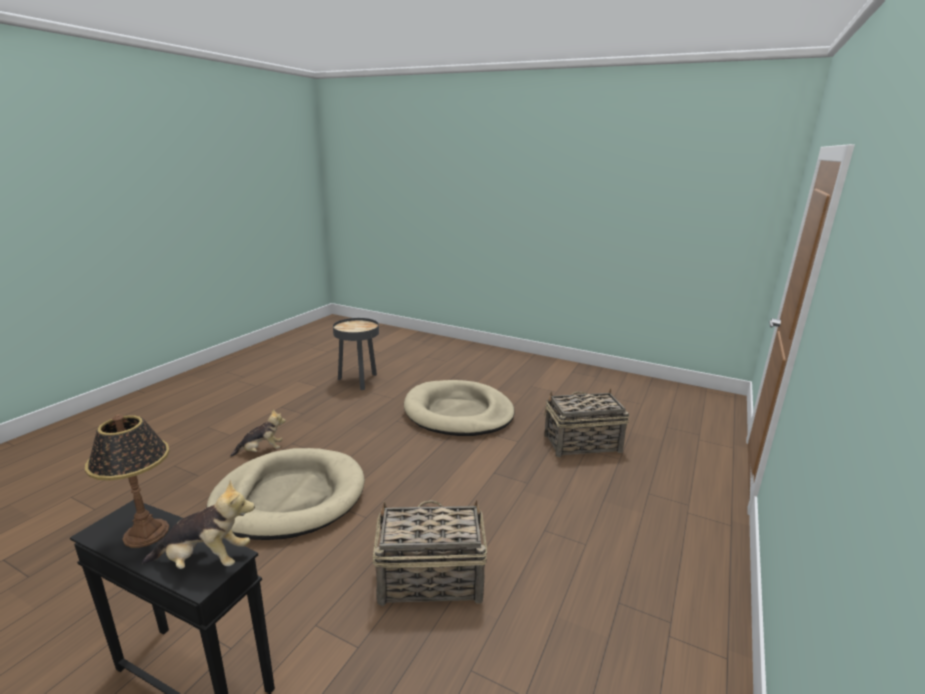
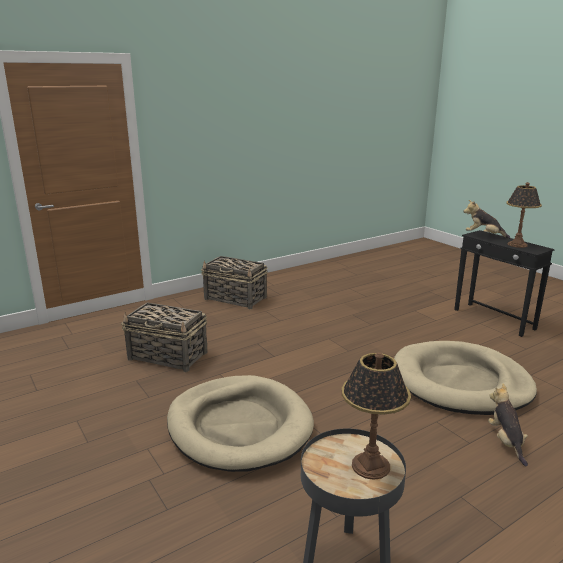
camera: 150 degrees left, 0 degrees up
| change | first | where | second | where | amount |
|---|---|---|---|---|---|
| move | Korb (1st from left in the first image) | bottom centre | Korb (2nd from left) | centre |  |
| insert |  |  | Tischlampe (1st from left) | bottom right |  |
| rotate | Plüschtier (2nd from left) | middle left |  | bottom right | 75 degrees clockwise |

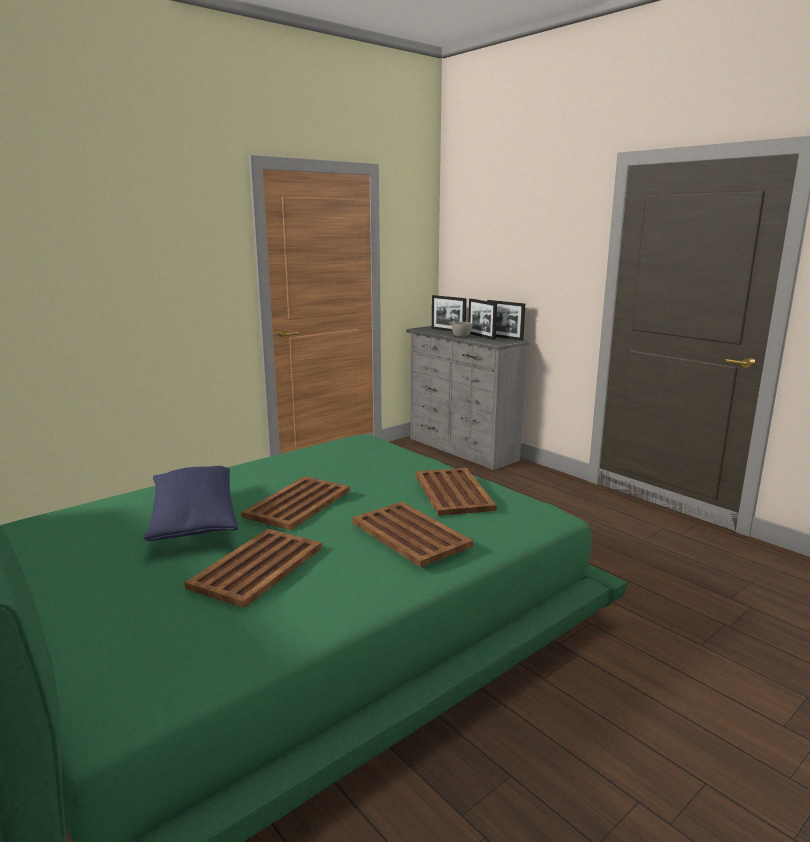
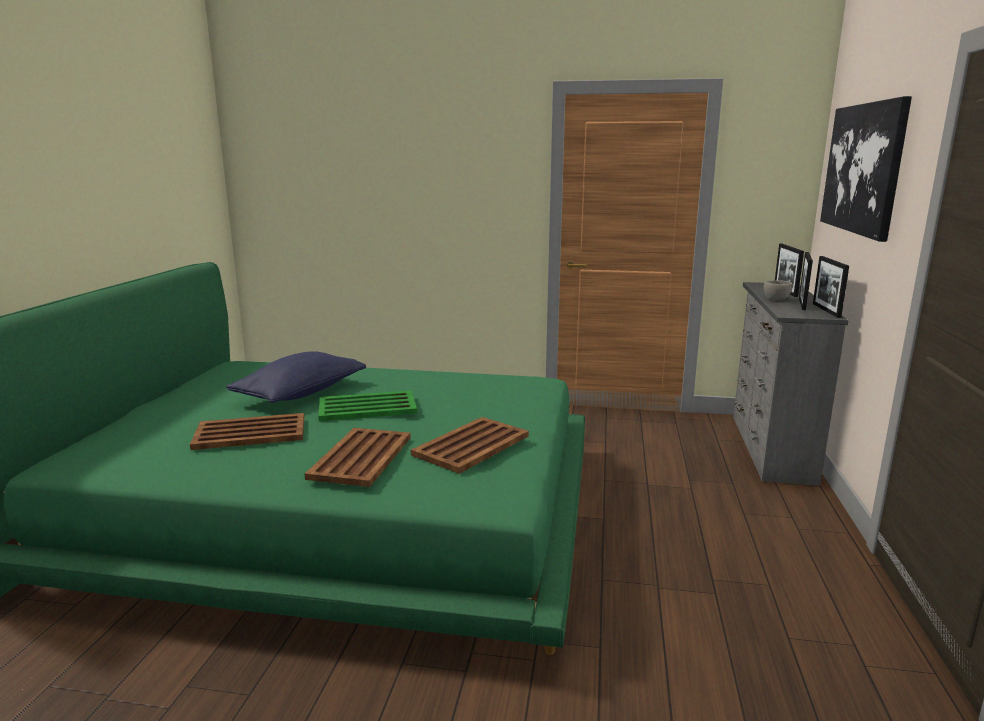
camera: 50 degrees right, 0 degrees up
| change | first | where | second | where | amount |
|---|---|---|---|---|---|
| recolor | Tablett (braun) (2nd from left) | centre | Tablett (grün) | centre |  |
| insert |  |  | Bild | top right |  |

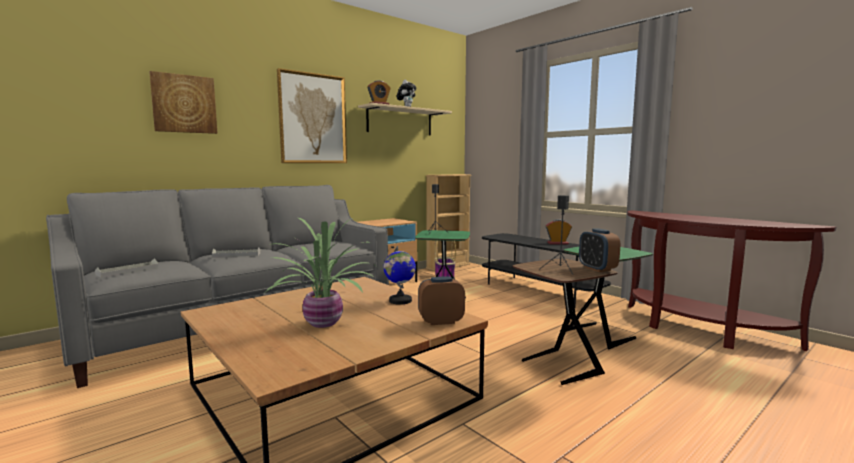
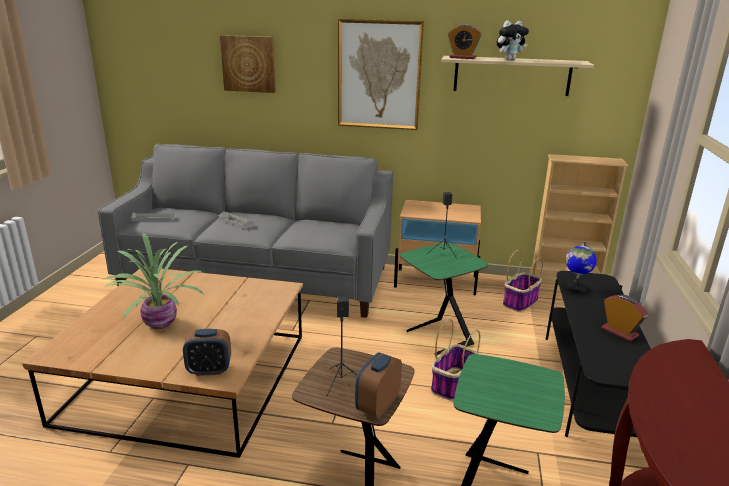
camera: 50 degrees right, 15 degrees up
| change | first | where | second | where | amount |
|---|---|---|---|---|---|
| rotate | Wecker (2nd from left in the first image) | centre | Wecker (1st from left) | bottom left | 135 degrees clockwise |
| insert |  |  | Korb (1st from left) | bottom centre |  |
| move | Globus | centre |  | middle right |  |

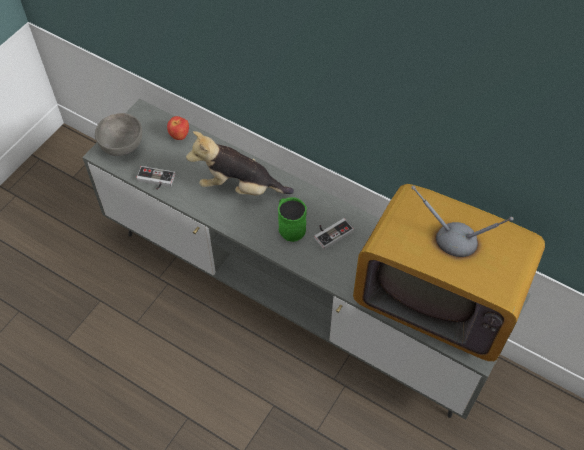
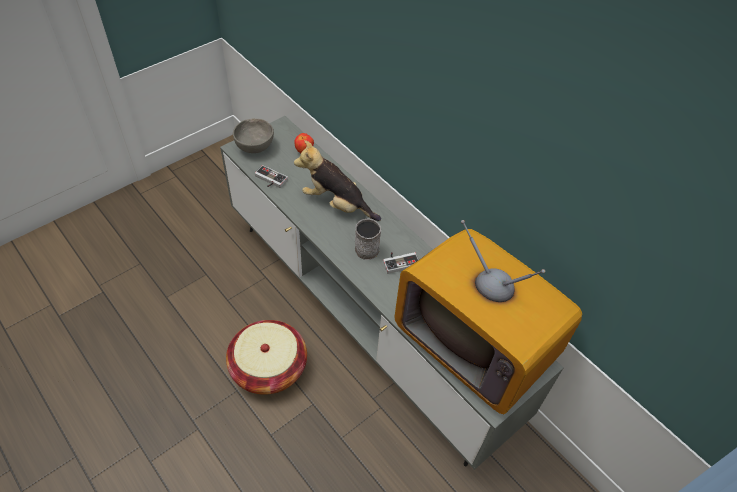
camera: 15 degrees right, 5 degrees down
| change | first | where | second | where | amount |
|---|---|---|---|---|---|
| insert |  |  | Korb | bottom centre |  |
| recolor | Henkelbecher (grün) | centre | Henkelbecher (grau) | centre |  |

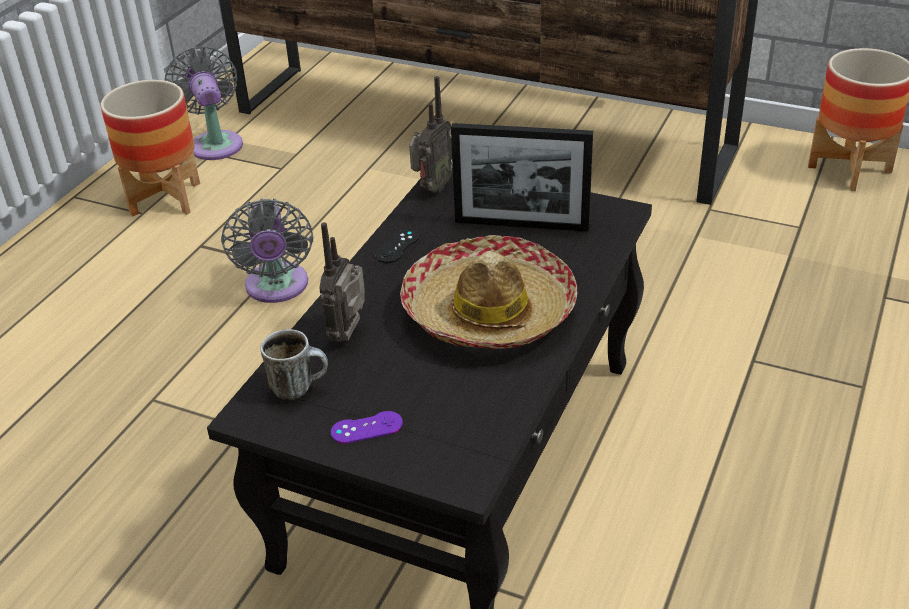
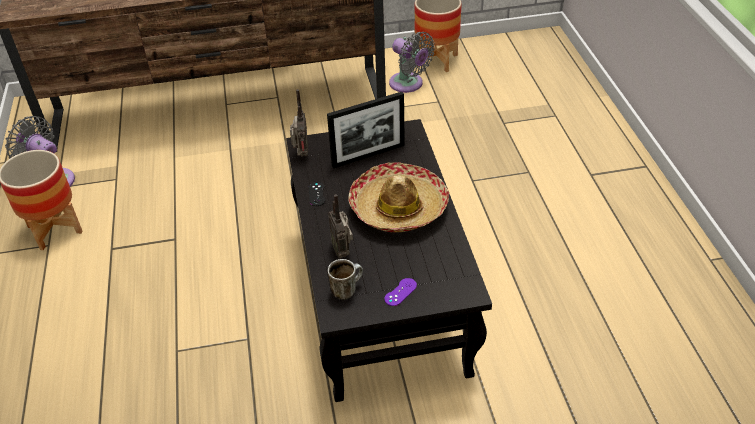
camera: 35 degrees left, 5 degrees up
| change | first | where | second | where | amount |
|---|---|---|---|---|---|
| move | Ventilator (grau) (2nd from left) | middle left |  | top centre |  |

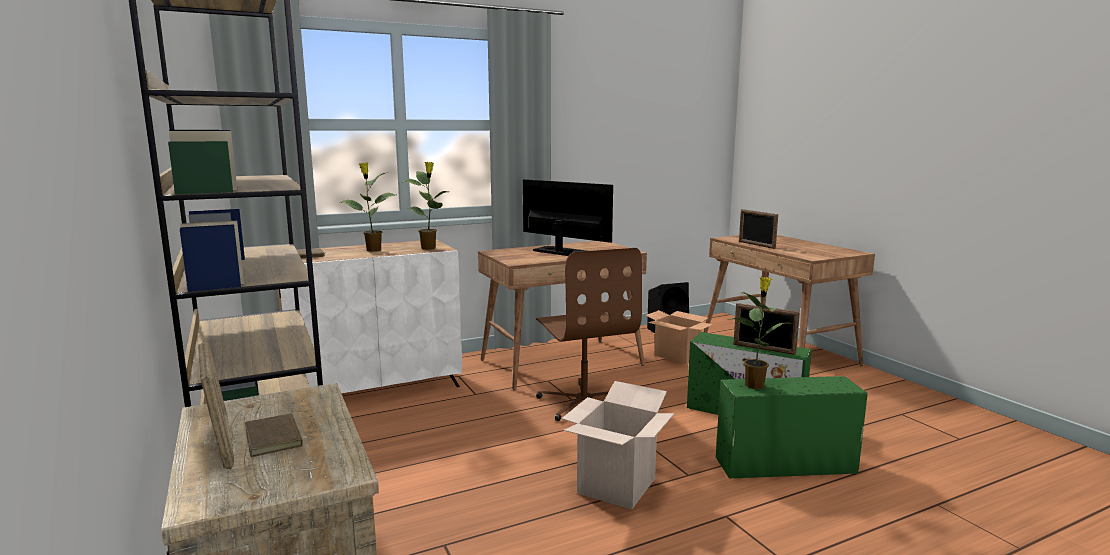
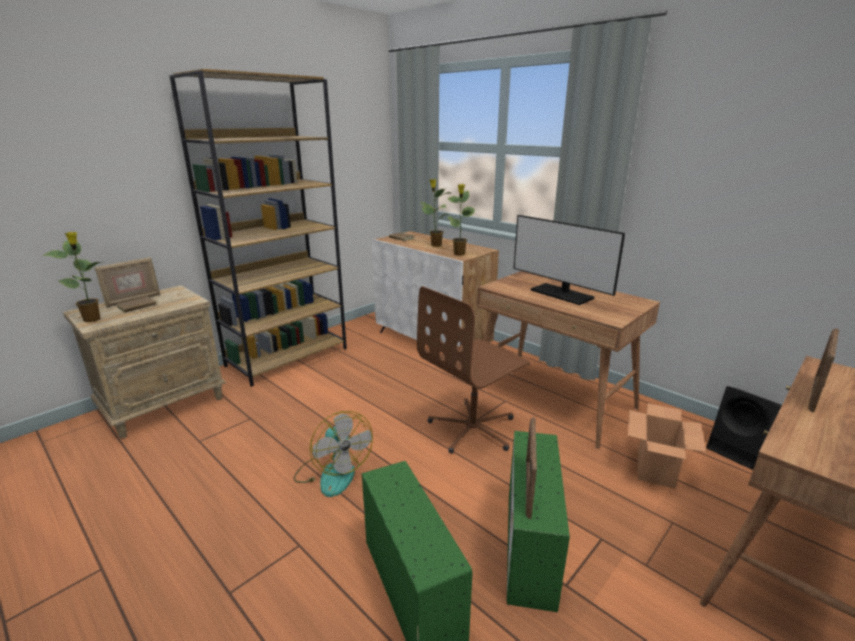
camera: 70 degrees right, 10 degrees up
| change | first | where | second | where | amount |
|---|---|---|---|---|---|
| move | Topfpflanze (3rd from left in the first image) | middle right | Topfpflanze (1st from left) | middle left |  |
| replace | Karton (1st from left) | bottom centre | Ventilator | bottom centre |  |
| rotate | Monitor | centre |  | centre | 120 degrees clockwise |

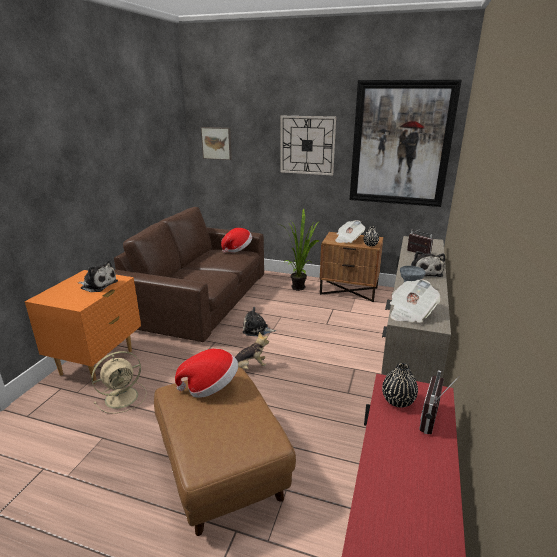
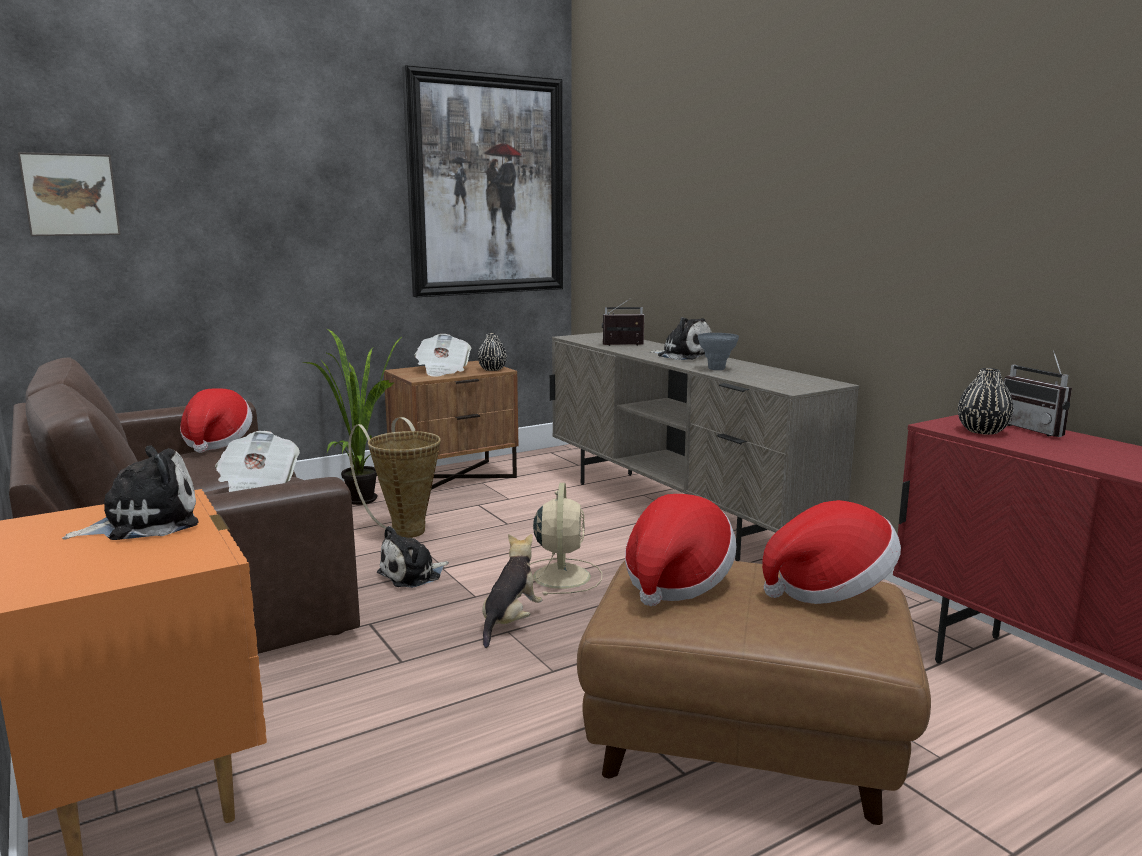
camera: 50 degrees left, 10 degrees down
| change | first | where | second | where | amount |
|---|---|---|---|---|---|
| move | Zeitung (2nd from left in the first image) | middle right | Zeitung (1st from left) | middle left |  |
| insert |  |  | Korb | centre |  |
| move | Ventilator (beige) | bottom left |  | centre |  |
| insert |  |  | Hut (3rd from left) | middle right |  |
| delete | Wanduhr | top centre |  |  |  |

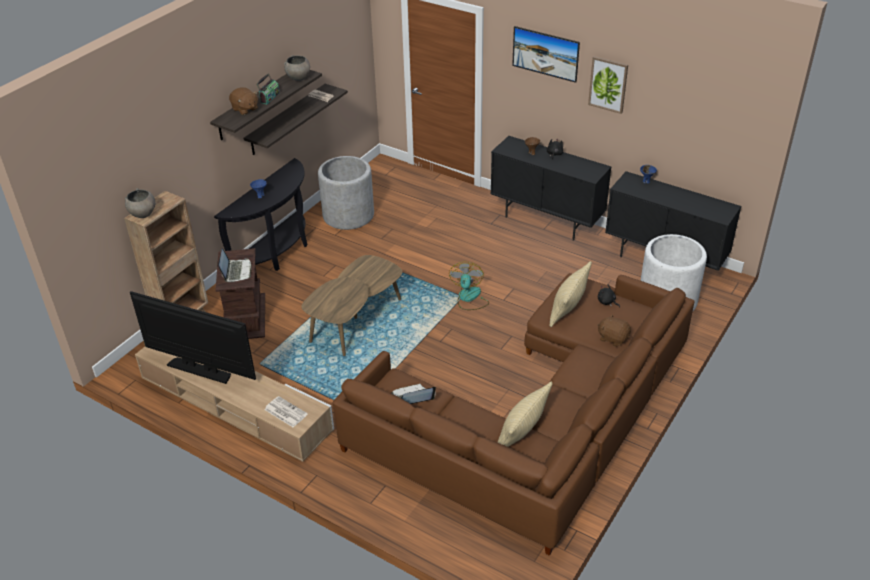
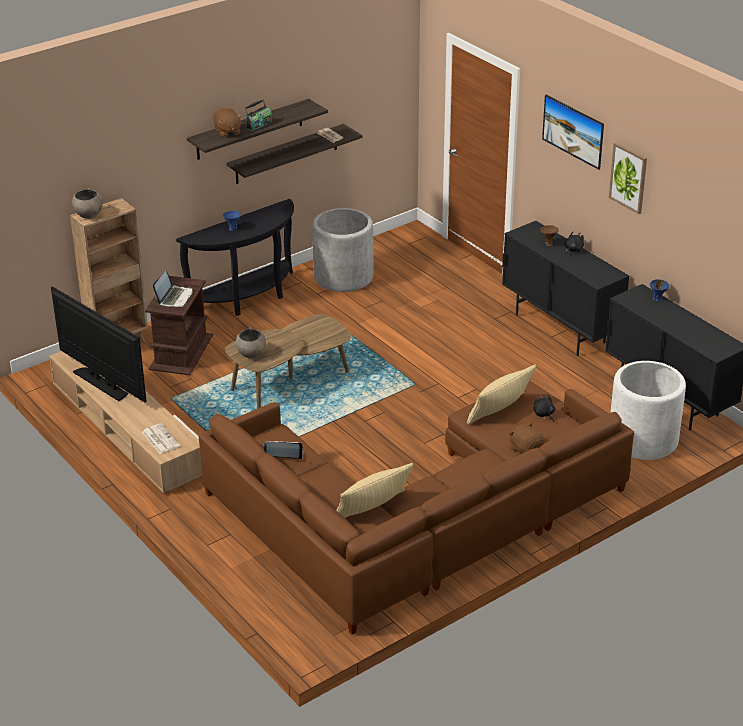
camera: 20 degrees right, 5 degrees down
| change | first | where | second | where | amount |
|---|---|---|---|---|---|
| move | Schüssel (grau) (2nd from left) | top centre |  | centre |  |
| delete | Ventilator | centre |  |  |  |

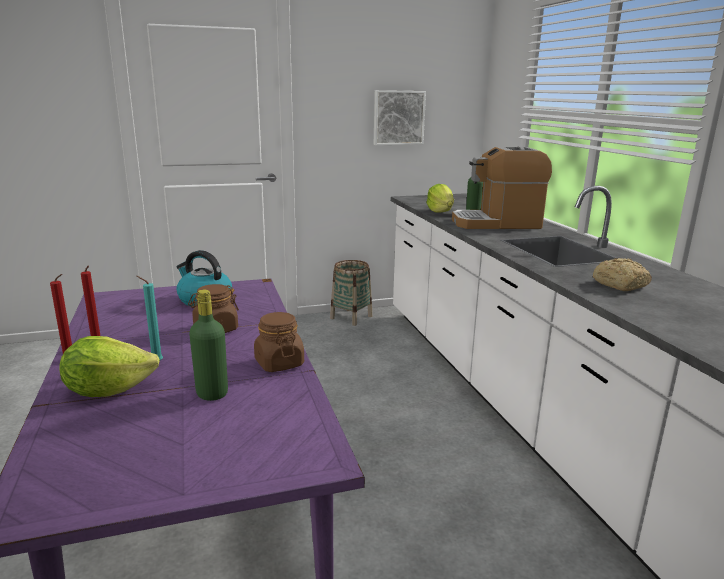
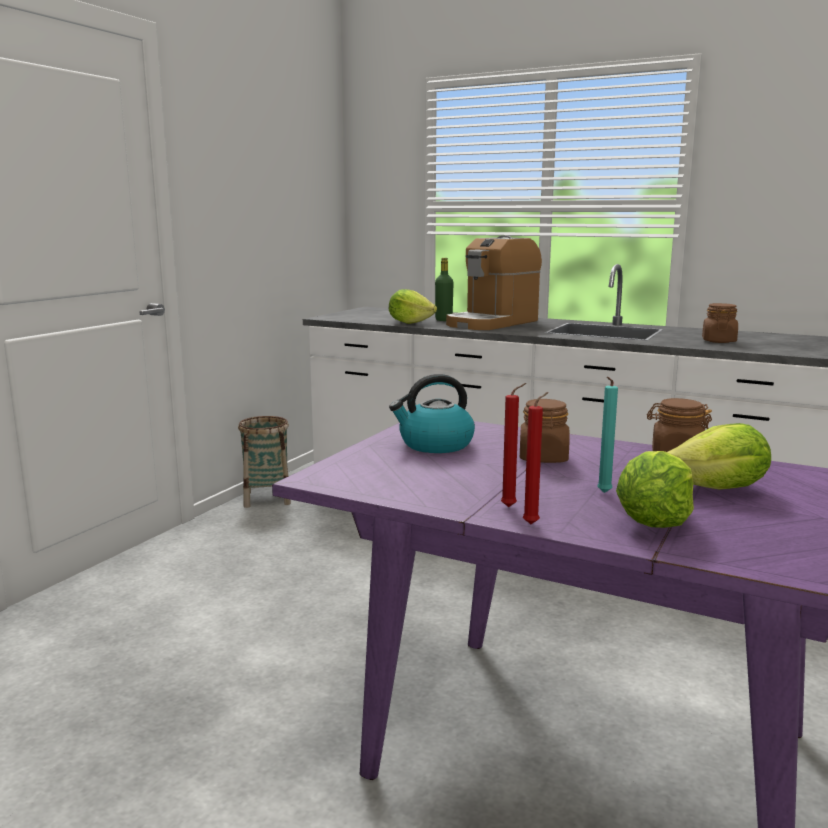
camera: 45 degrees left, 5 degrees down
| change | first | where | second | where | amount |
|---|---|---|---|---|---|
| replace | Flasche (grün) (1st from left) | middle left | Salatkopf (3rd from left) | middle right |  |
| replace | Brot | middle right | Vorratsglas (braun) (3rd from left) | middle right |  |
| delete | Bild | top centre |  |  |  |

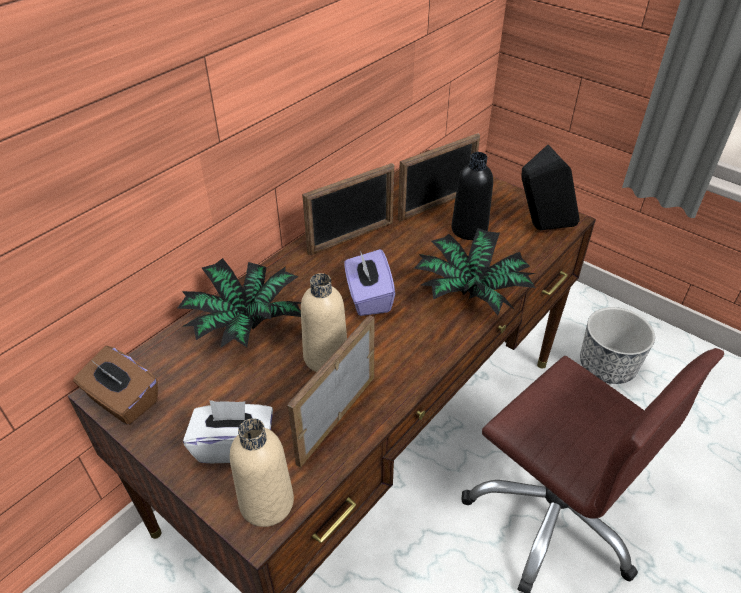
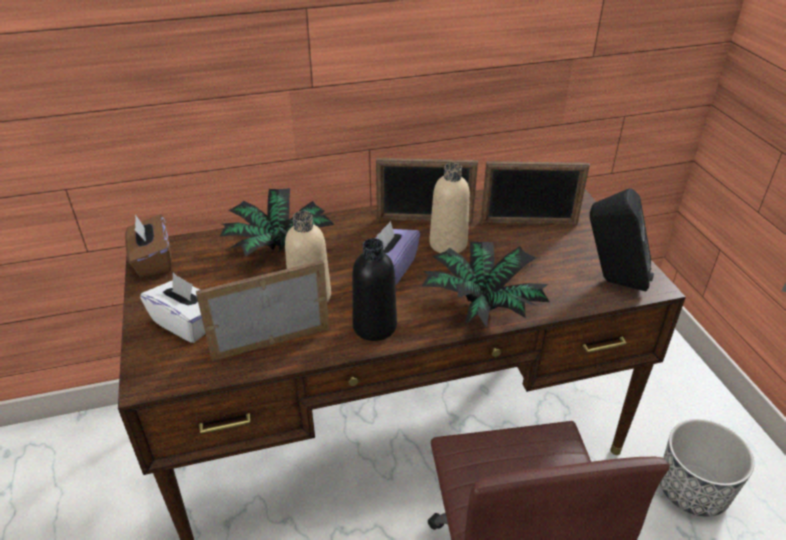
camera: 35 degrees right, 5 degrees down
| change | first | where | second | where | amount |
|---|---|---|---|---|---|
| move | Flasche (schwarz) | top centre |  | centre |  |
| move | Flasche (beige) (1st from left in the first image) | bottom centre | Flasche (beige) (2nd from left) | centre |  |

